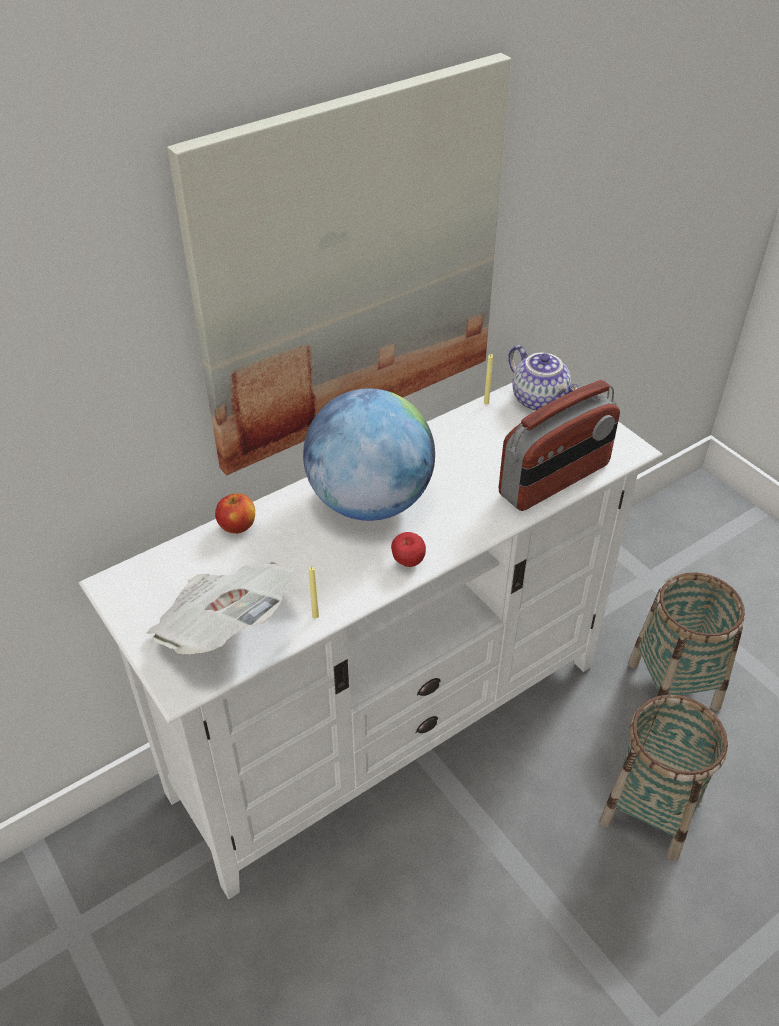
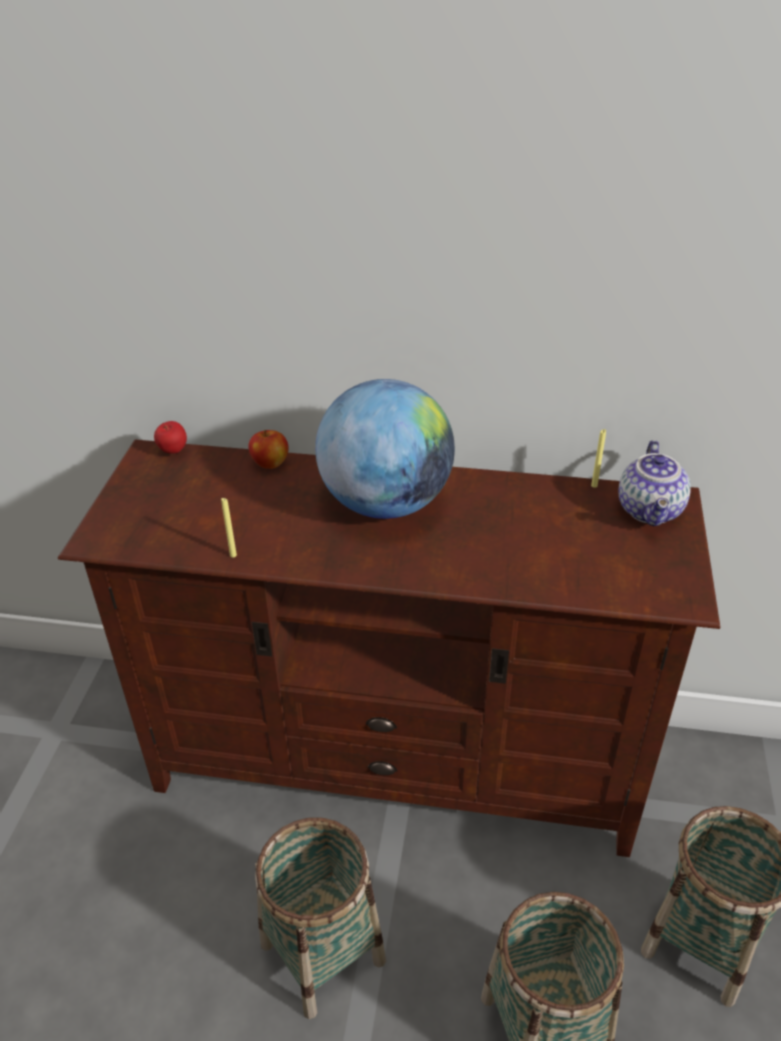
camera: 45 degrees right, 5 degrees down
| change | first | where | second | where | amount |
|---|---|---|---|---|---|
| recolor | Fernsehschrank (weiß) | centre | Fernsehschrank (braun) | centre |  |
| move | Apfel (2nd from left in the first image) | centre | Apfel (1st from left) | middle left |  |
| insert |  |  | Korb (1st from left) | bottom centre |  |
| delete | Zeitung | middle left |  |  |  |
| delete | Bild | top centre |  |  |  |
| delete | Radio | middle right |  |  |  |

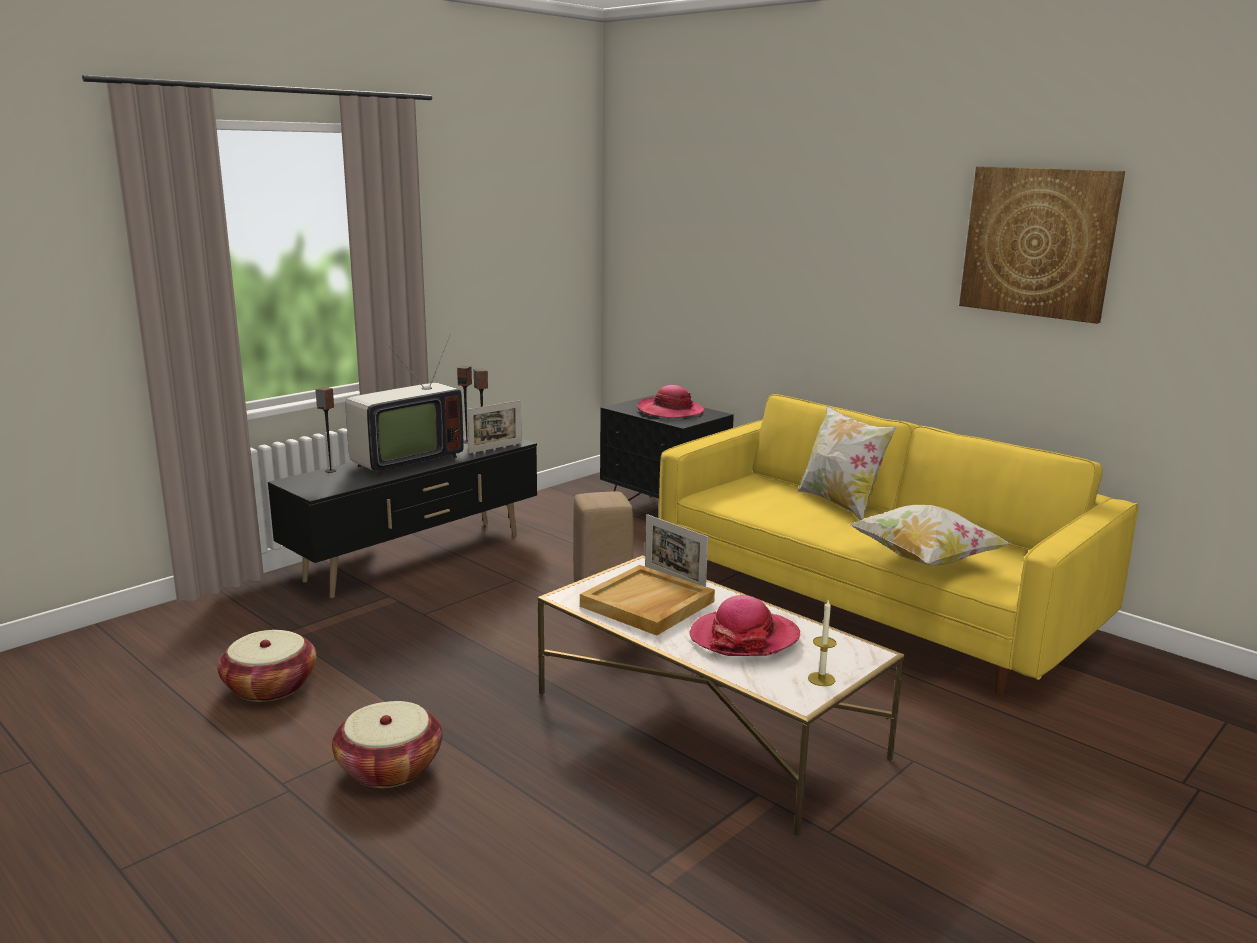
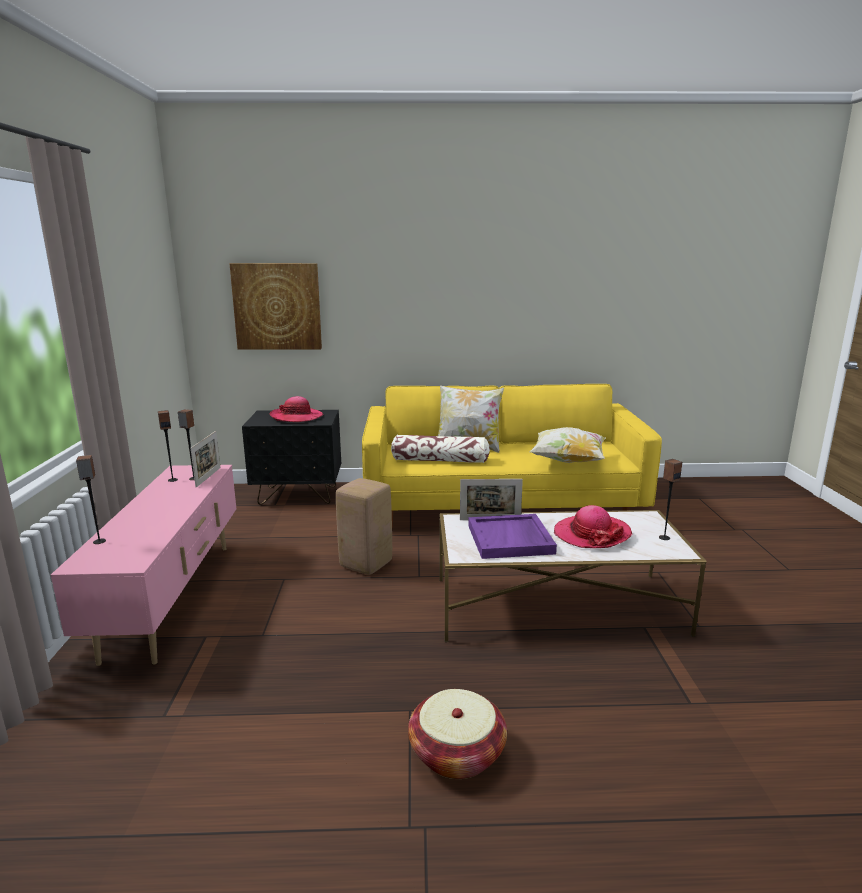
camera: 45 degrees left, 0 degrees up
| change | first | where | second | where | amount |
|---|---|---|---|---|---|
| recolor | Fernsehschrank (schwarz) | middle left | Fernsehschrank (rosa) | middle left |  |
| move | Bild | top right |  | middle left |  |
| insert |  |  | Kissen (1st from left) | centre |  |
| recolor | Tablett (beige) | centre | Tablett (lila) | centre |  |
| replace | Kerze | bottom centre | Lautsprecher (4th from left) | middle right |  |
| delete | Korb (1st from left) | bottom left |  |  |  |
| delete | Fernseher | middle left |  |  |  |

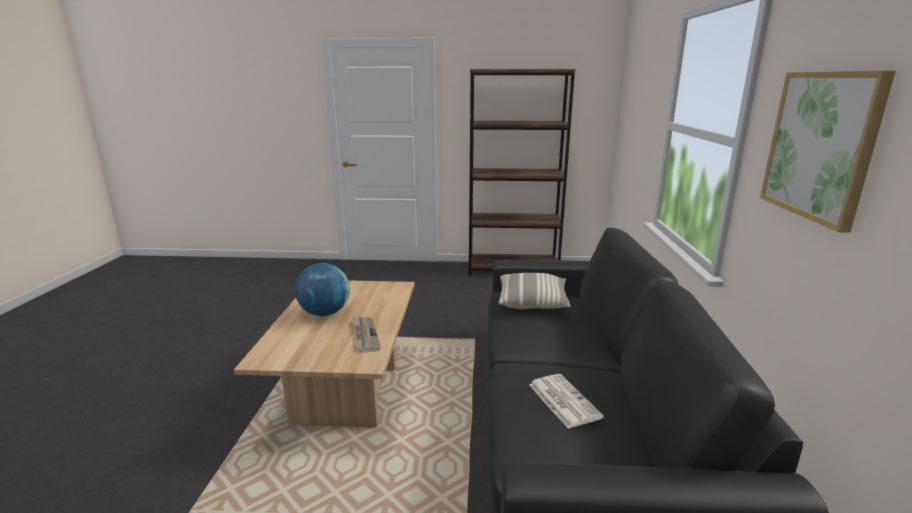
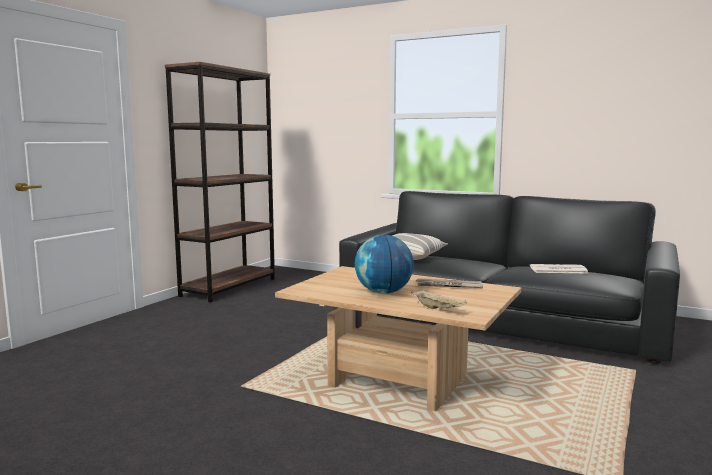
camera: 65 degrees left, 10 degrees down
| change | first | where | second | where | amount |
|---|---|---|---|---|---|
| insert |  |  | Tablett (beige) | centre |  |
| delete | Bild | top right |  |  |  |

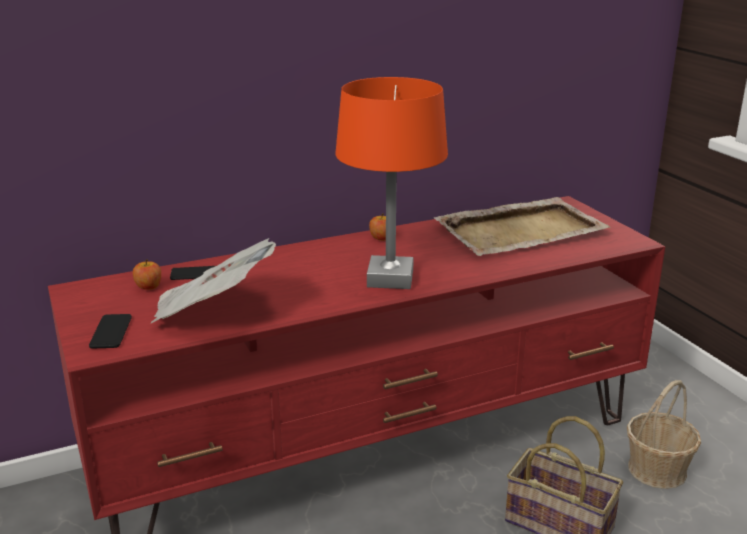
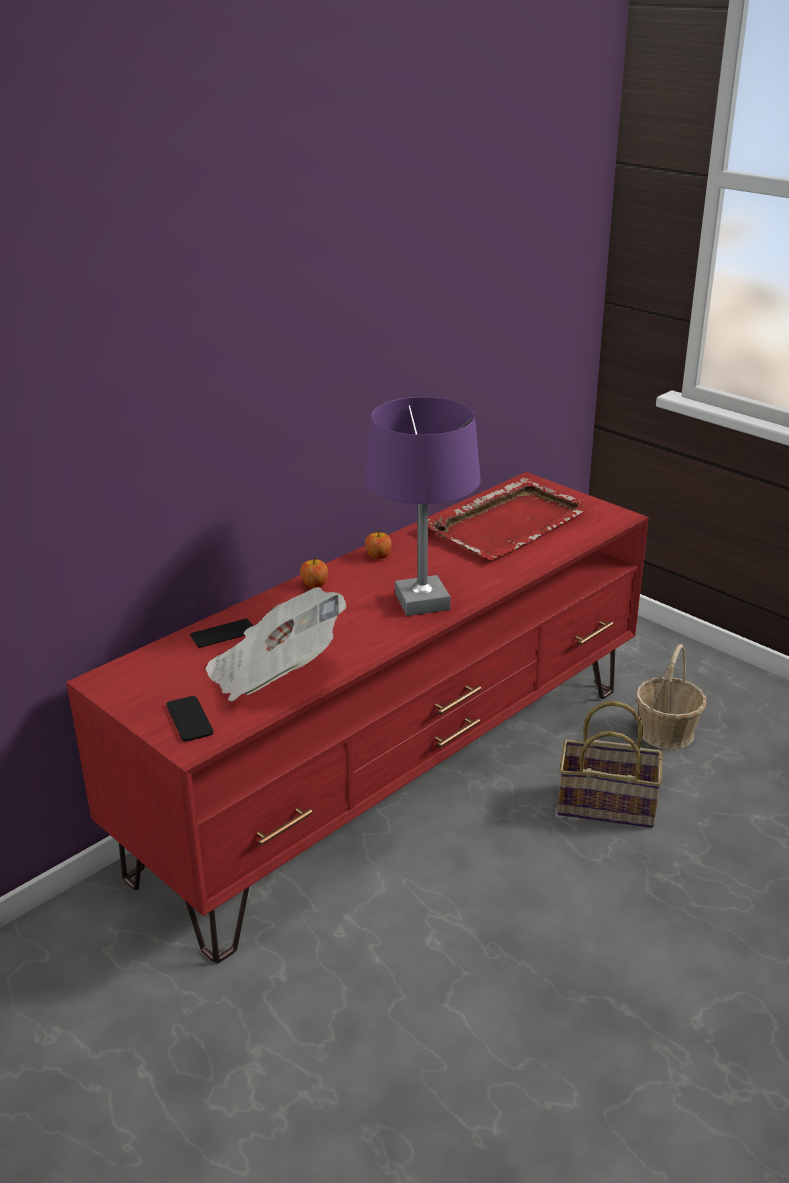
camera: 20 degrees left, 5 degrees up
| change | first | where | second | where | amount |
|---|---|---|---|---|---|
| move | Apfel (1st from left) | middle left |  | centre |  |
| recolor | Tischlampe (orange) | centre | Tischlampe (lila) | centre |  |
| recolor | Tablett (beige) | middle right | Tablett (rot) | centre |  |

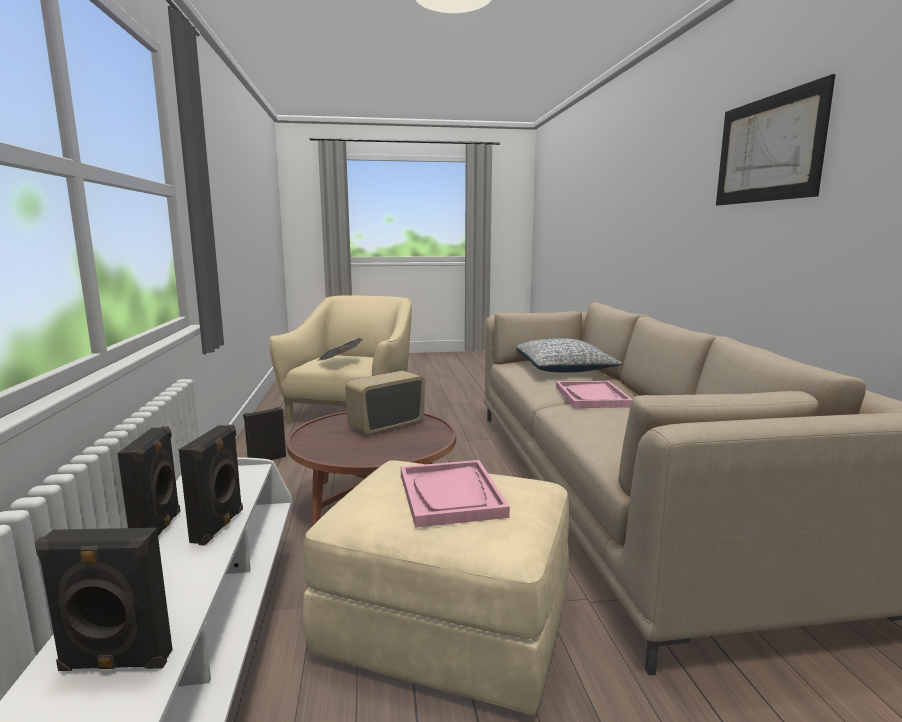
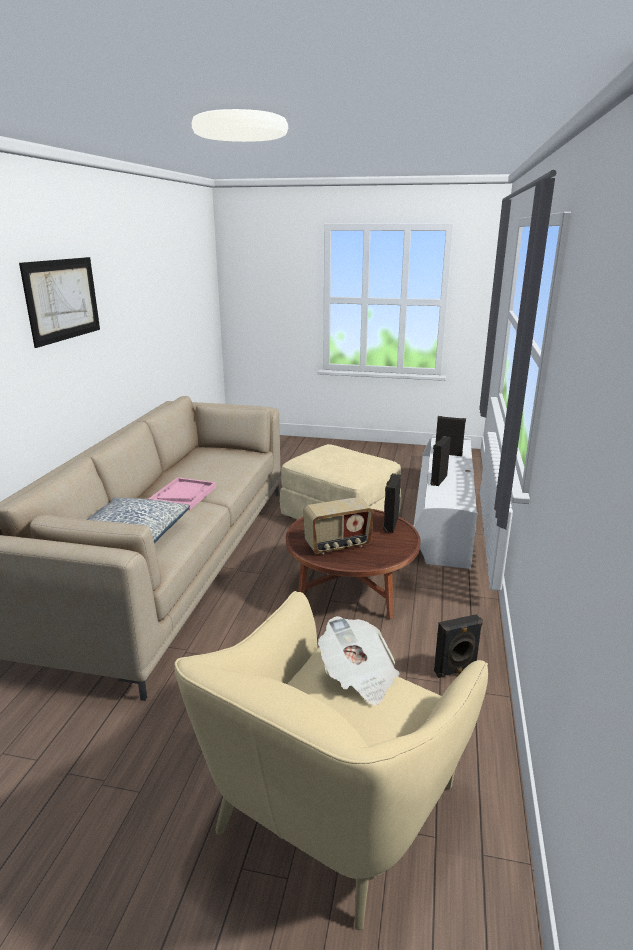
camera: 160 degrees left, 10 degrees up
| change | first | where | second | where | amount |
|---|---|---|---|---|---|
| move | Lautsprecher (schwarz) (2nd from left in the first image) | middle left | Lautsprecher (schwarz) (1st from left) | centre |  |
| delete | Tablett (rosa) (1st from left) | bottom centre |  |  |  |

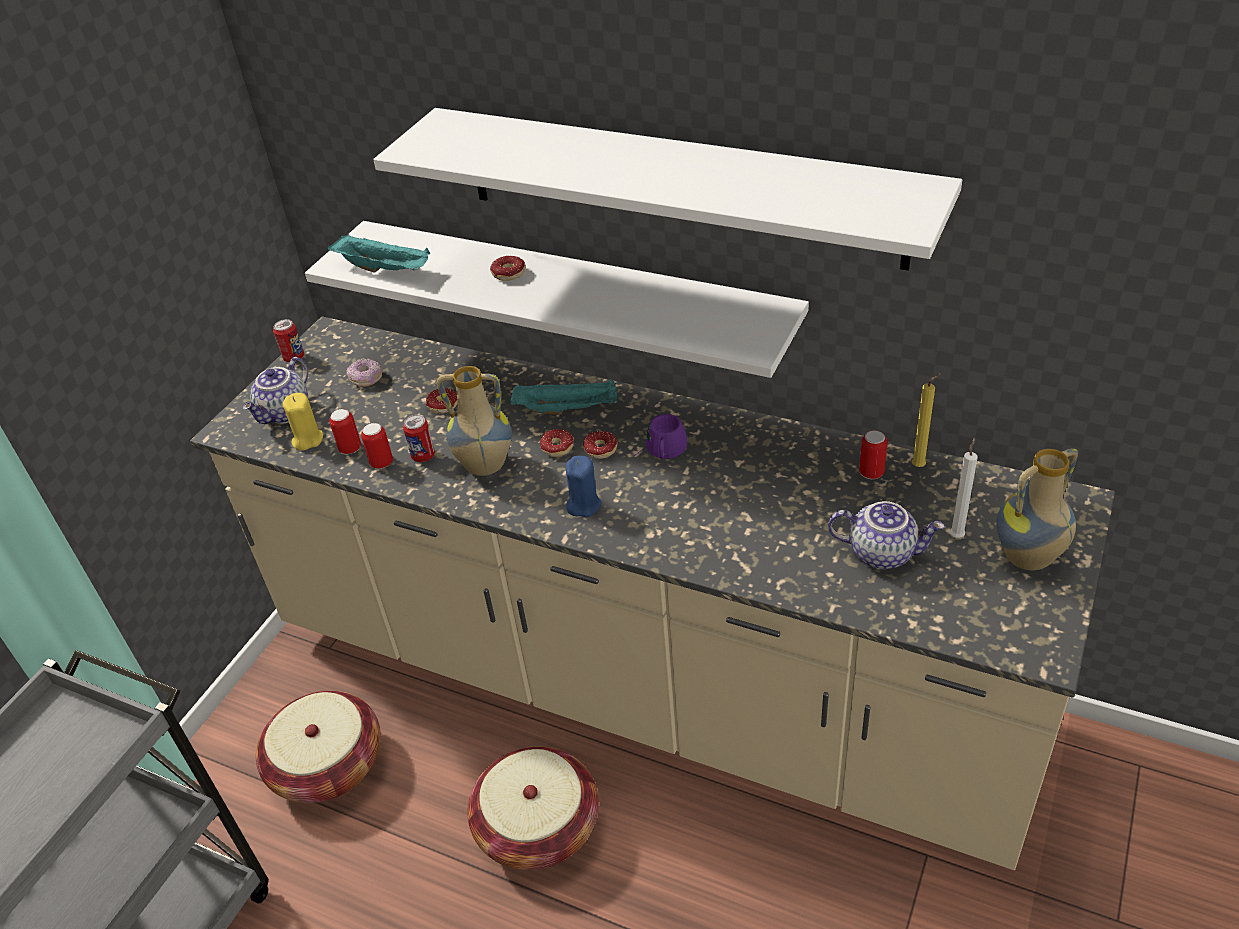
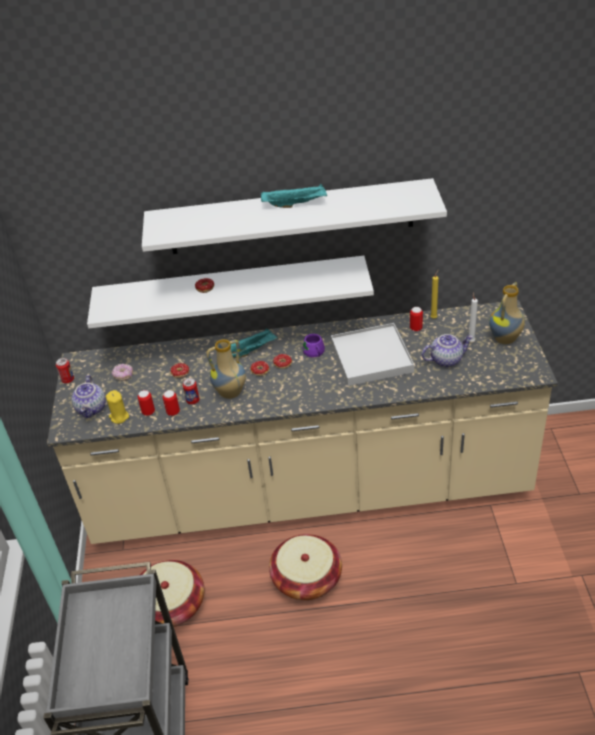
camera: 30 degrees left, 0 degrees up
| change | first | where | second | where | amount |
|---|---|---|---|---|---|
| move | Tablett (türkis) (1st from left in the first image) | top left | Tablett (türkis) (2nd from left) | top centre |  |
| insert |  |  | Tablett (weiß) | centre |  |
| delete | Kerze (blau) | centre |  |  |  |

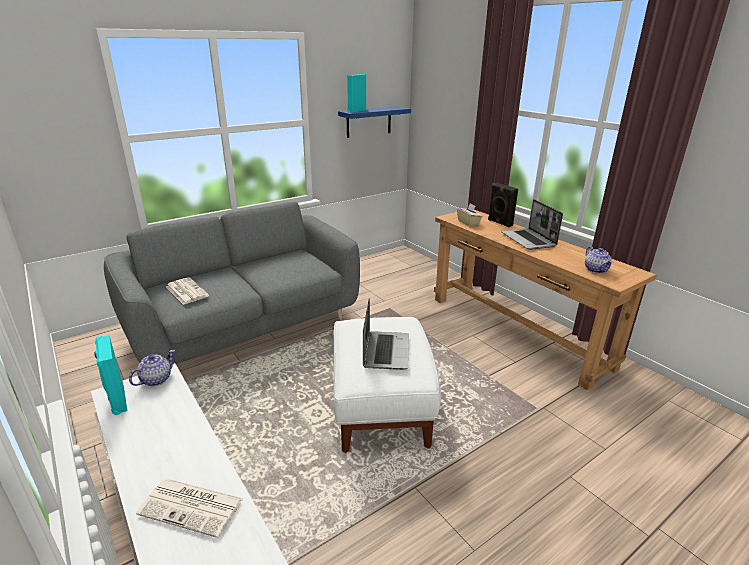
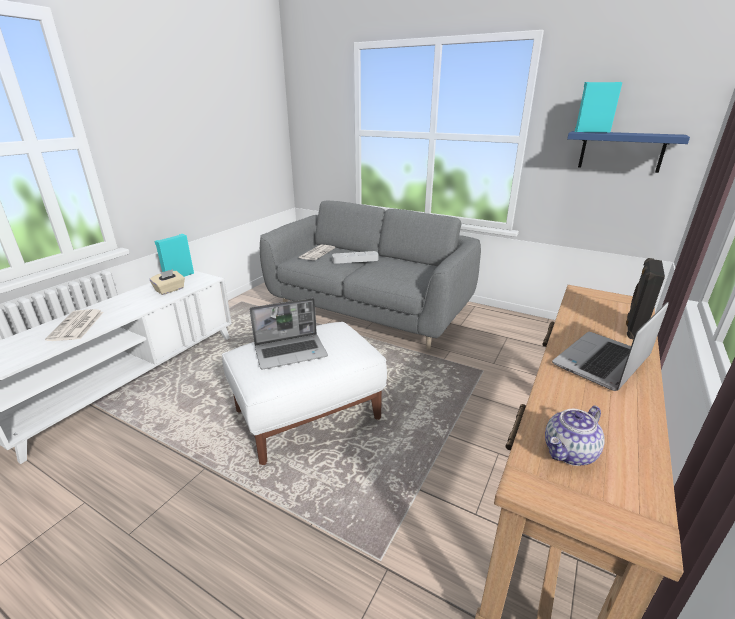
camera: 65 degrees right, 0 degrees up
| change | first | where | second | where | amount |
|---|---|---|---|---|---|
| move | Taschentuchbox (beige) | centre |  | middle left |  |
| insert |  |  | Tablett (grau) | centre |  |
| delete | Teekanne (1st from left) | middle left |  |  |  |

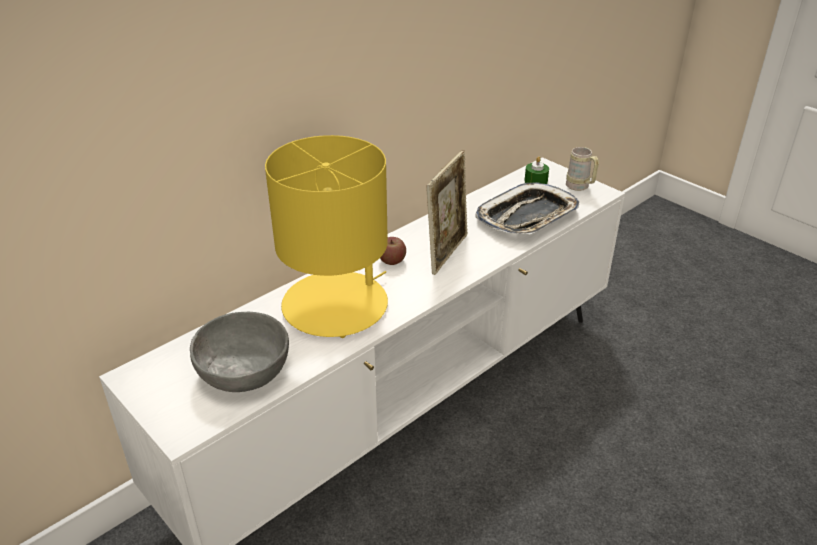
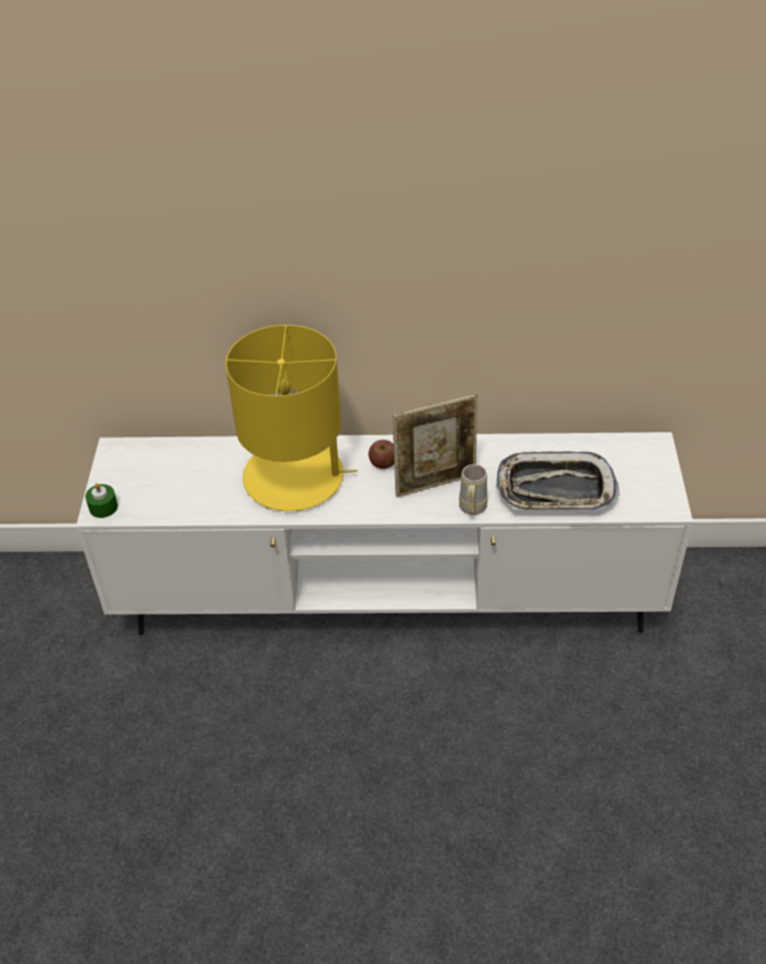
camera: 45 degrees right, 10 degrees up
| change | first | where | second | where | amount |
|---|---|---|---|---|---|
| move | Kerze (grün) | top centre |  | middle left |  |
| move | Henkelbecher (beige) | top right |  | centre |  |
| delete | Schüssel (grau) | middle left |  |  |  |

